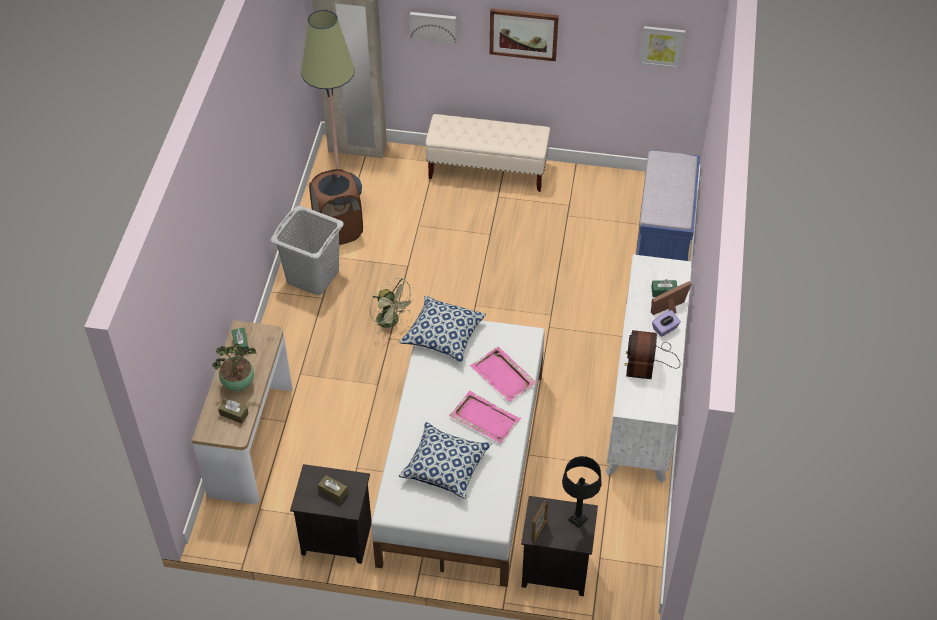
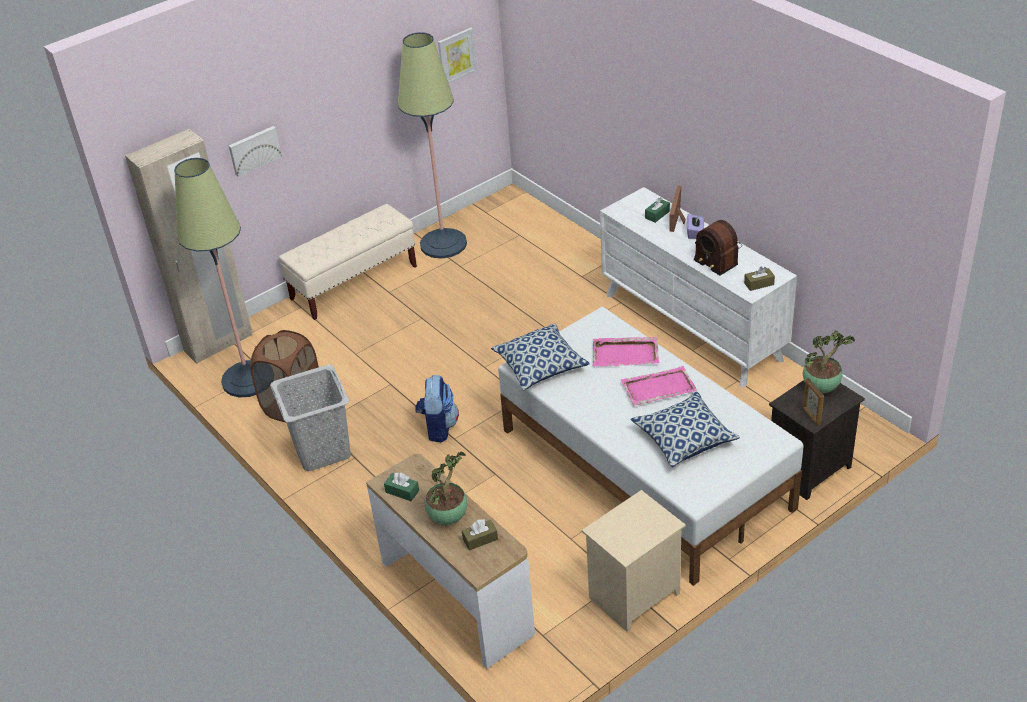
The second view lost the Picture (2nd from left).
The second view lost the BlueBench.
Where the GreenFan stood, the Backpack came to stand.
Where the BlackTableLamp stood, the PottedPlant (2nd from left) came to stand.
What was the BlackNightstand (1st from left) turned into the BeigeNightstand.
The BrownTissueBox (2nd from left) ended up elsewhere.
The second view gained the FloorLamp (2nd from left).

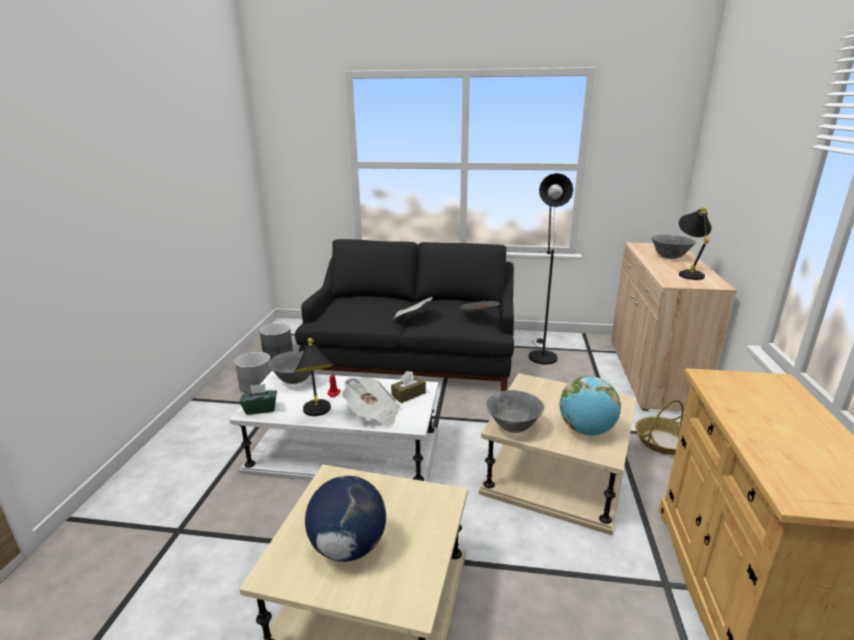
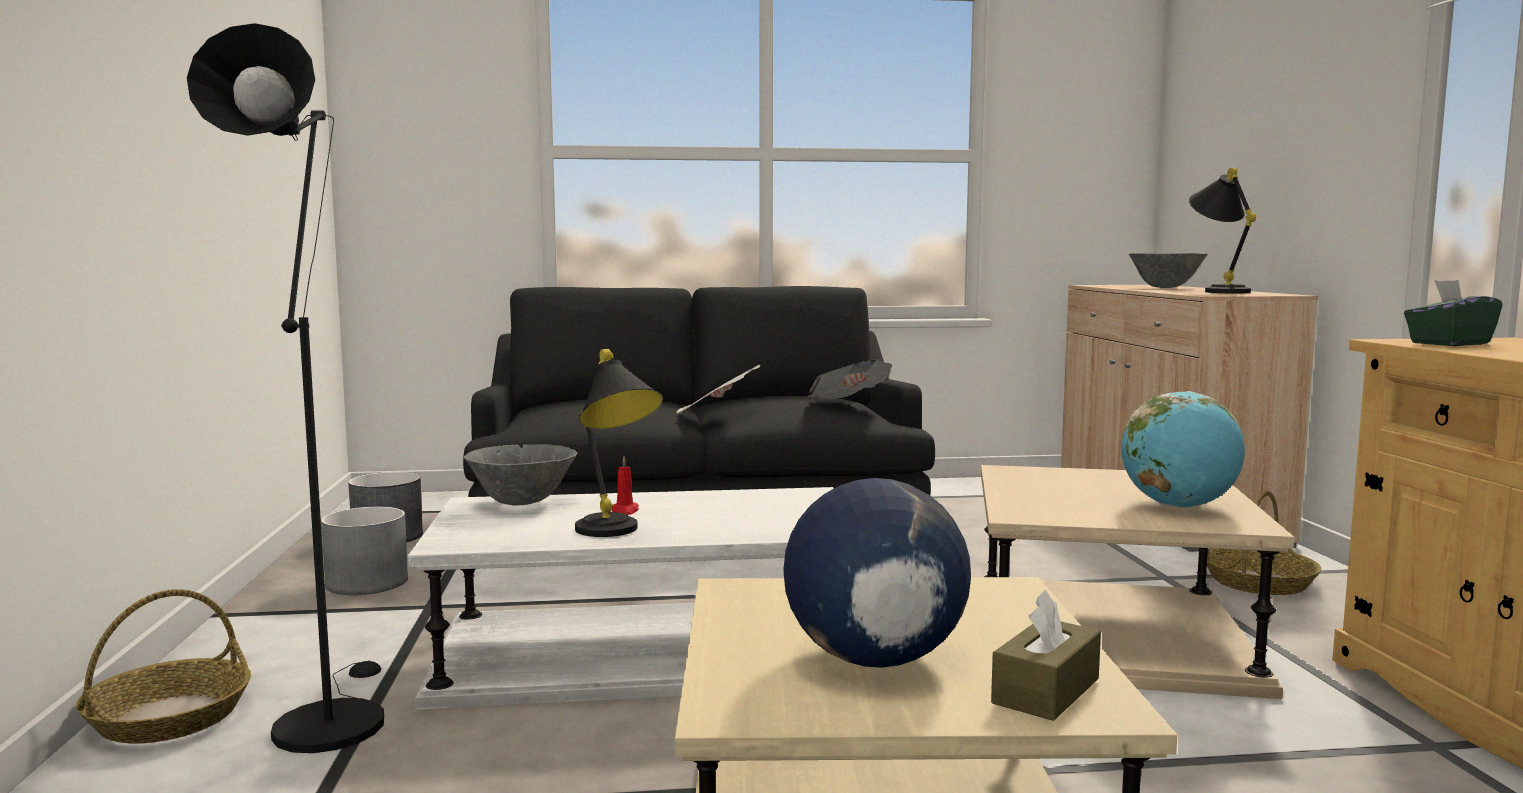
The BlackFloorLamp ended up elsewhere.
The BrownTissueBox ended up elsewhere.
The second view lost the Newspaper (1st from left).
The GreenTissueBox ended up elsewhere.
The second view lost the GreyBowl (2nd from left).
The second view gained the Basket (1st from left).

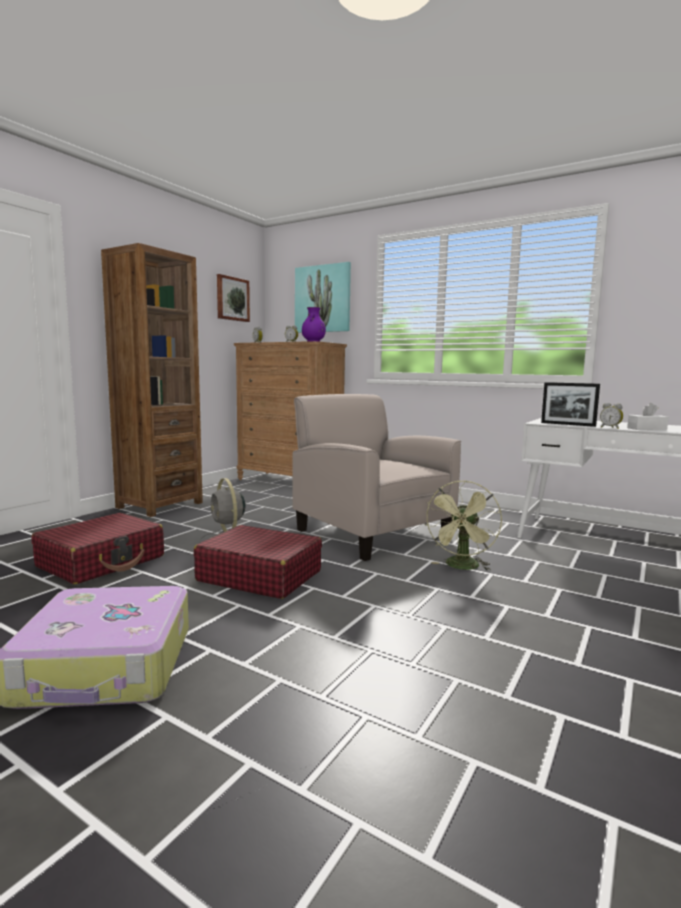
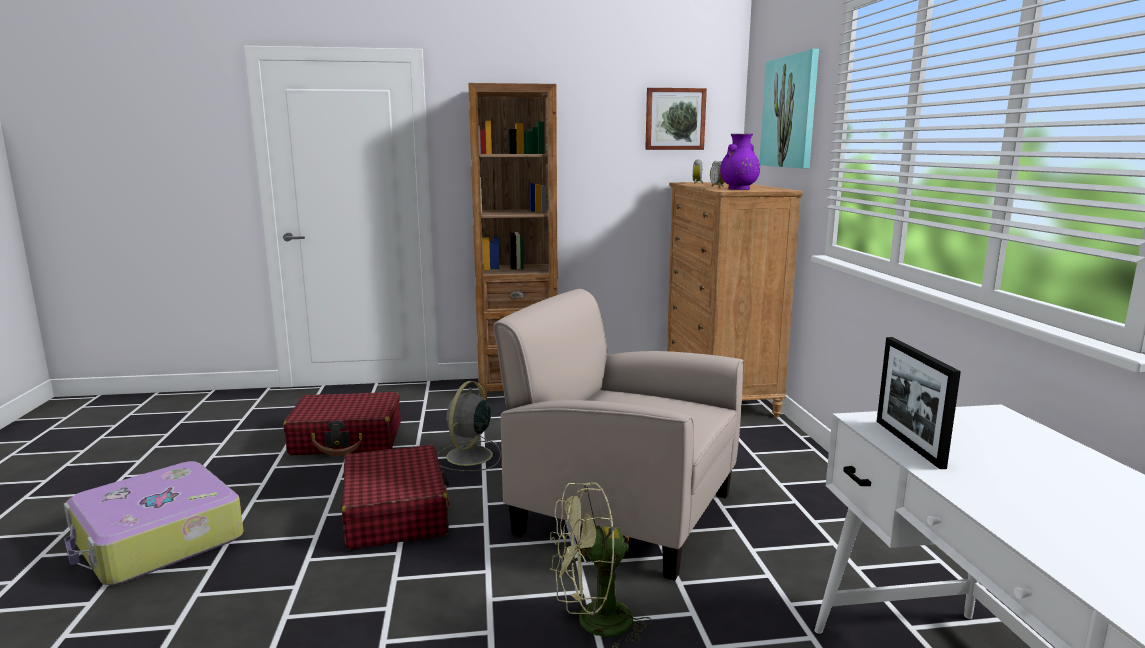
The BeigeArmchair ended up facing another way, 75 degrees counterclockwise from before.
The second view lost the AlarmClock (3rd from left).
The second view lost the WhiteTissueBox.

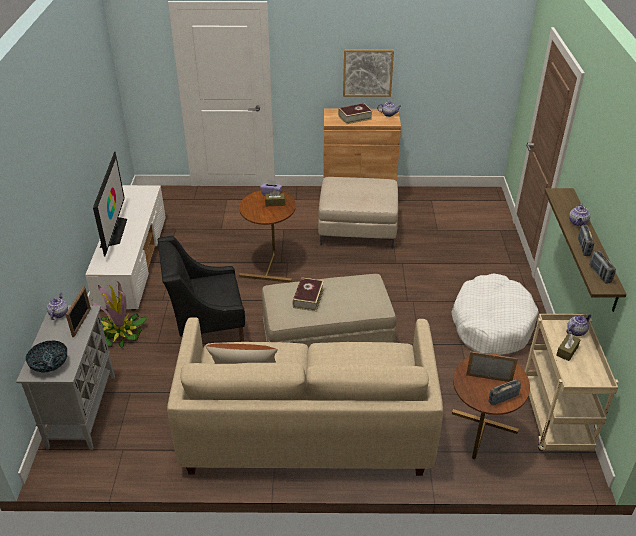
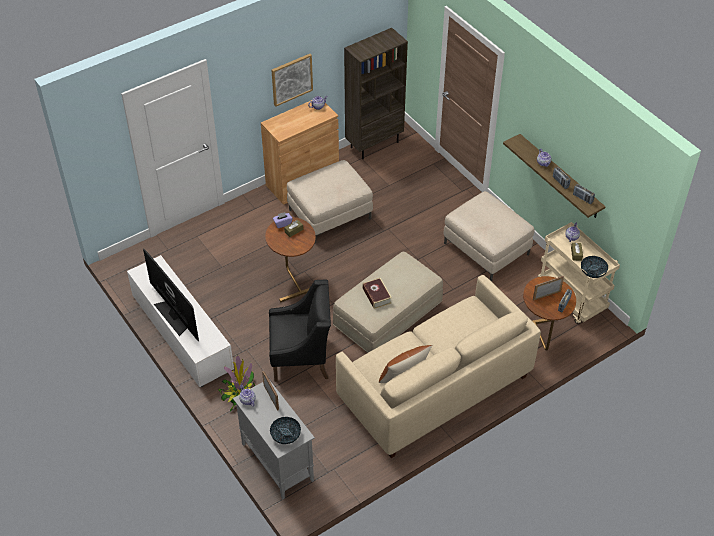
The second view lost the Book (2nd from left).
The BlackArmchair ended up facing another way, 135 degrees counterclockwise from before.
Where the WhiteDogBed stood, the BeigeOttoman (3rd from left) came to stand.
The second view gained the BrownBookcase.
The second view gained the Bowl (2nd from left).

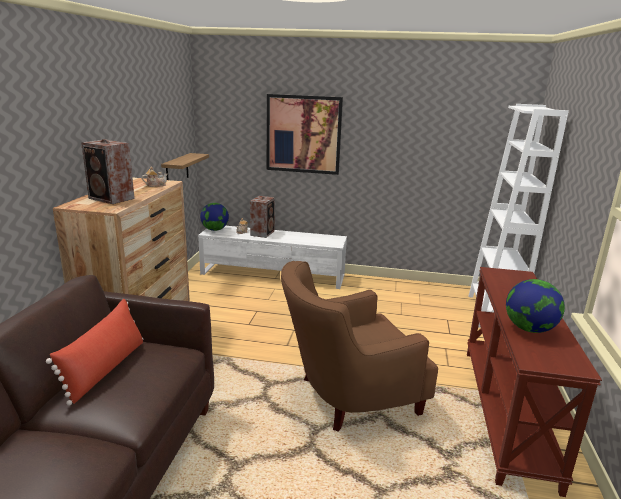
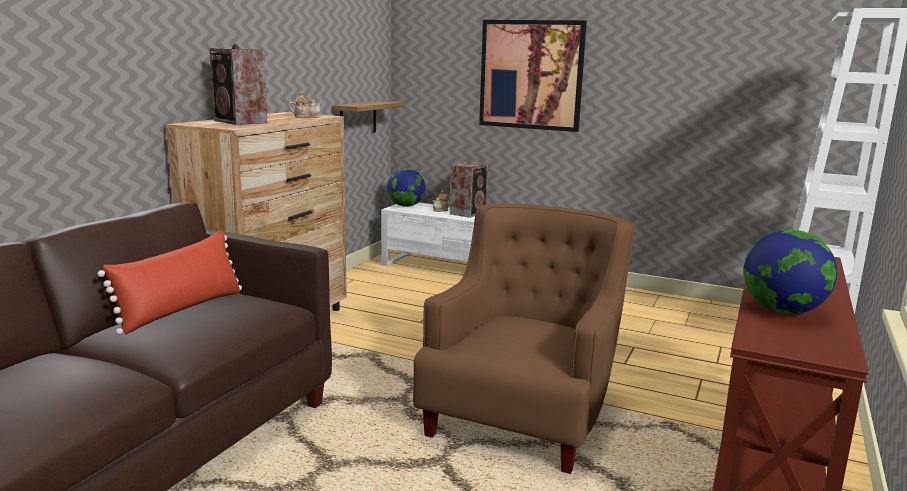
The BrownArmchair ended up facing another way, 120 degrees clockwise from before.

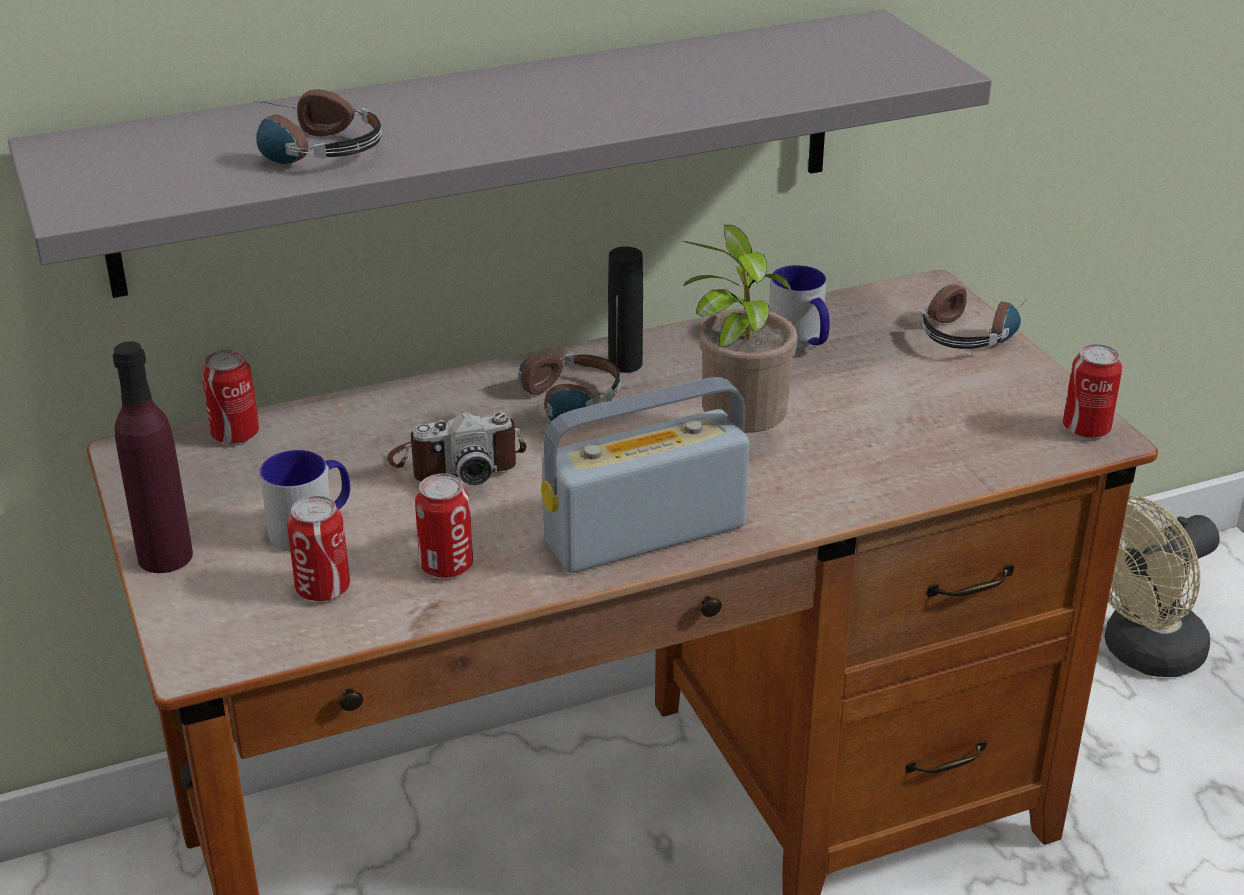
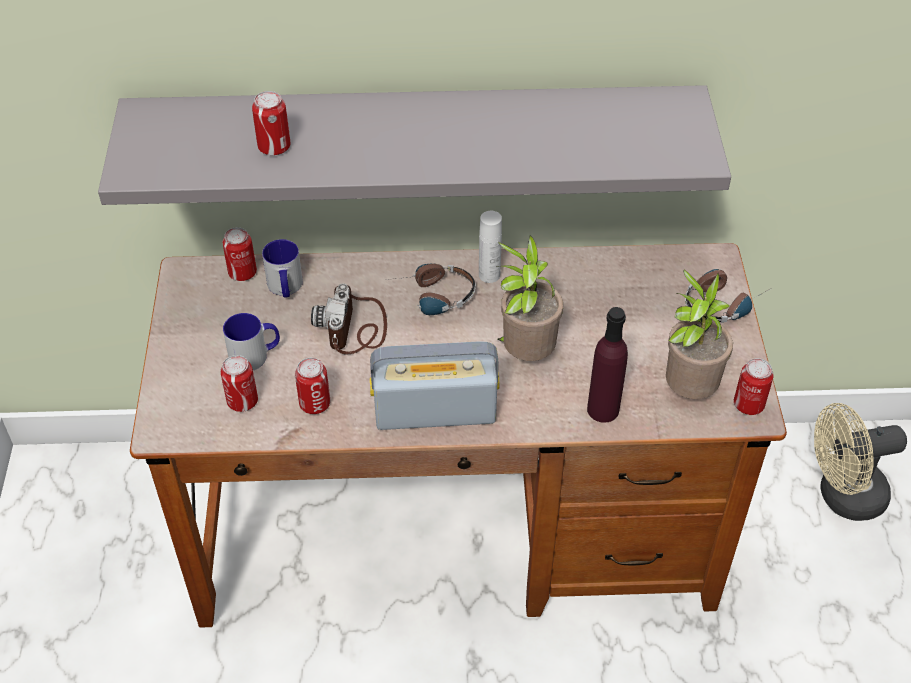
Where the Headphones (1st from left) stood, the Can (3rd from left) came to stand.
What was the BlackBottle turned into the WhiteBottle.
The Mug (2nd from left) ended up elsewhere.
The PurpleBottle ended up elsewhere.
The PhotoCamera ended up facing another way, 90 degrees clockwise from before.
The second view gained the PottedPlant (2nd from left).

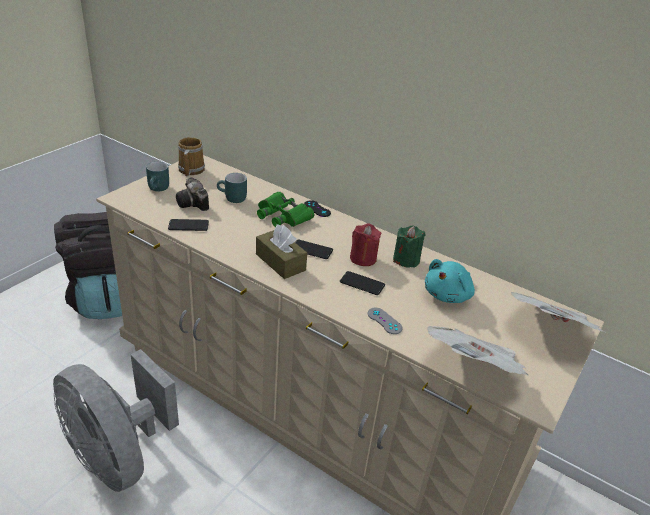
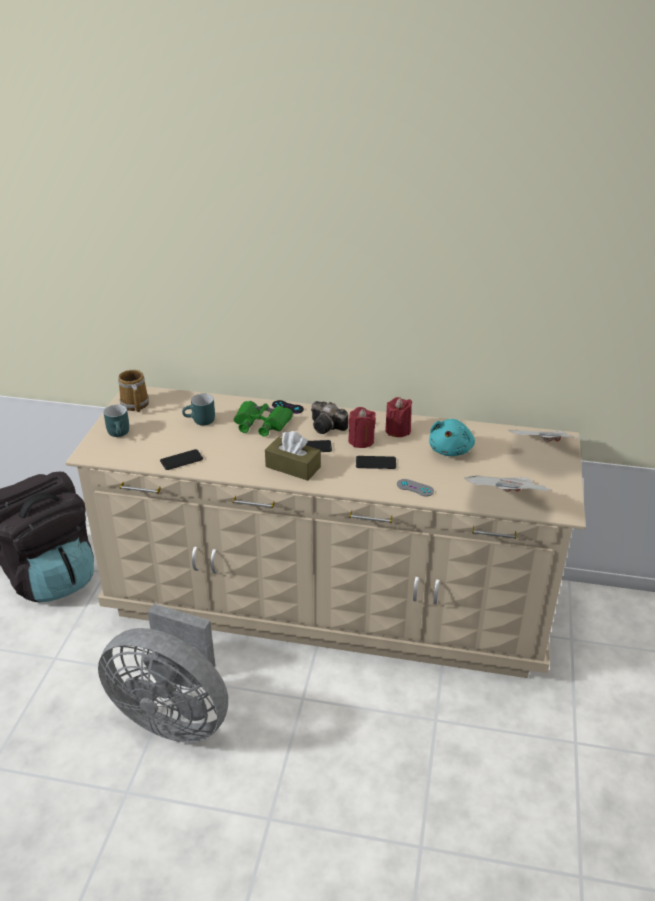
The PhotoCamera ended up elsewhere.
What was the GreenCandle turned into the RedCandle (2nd from left).

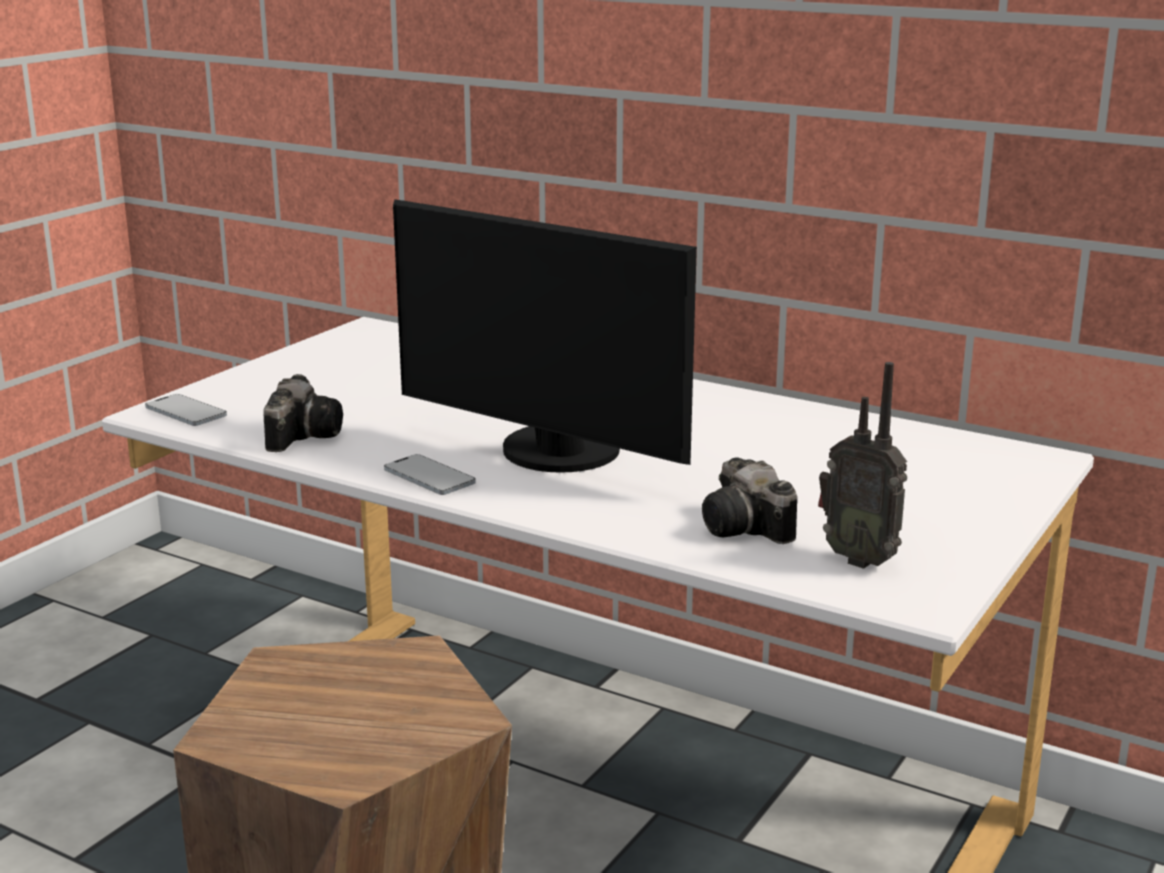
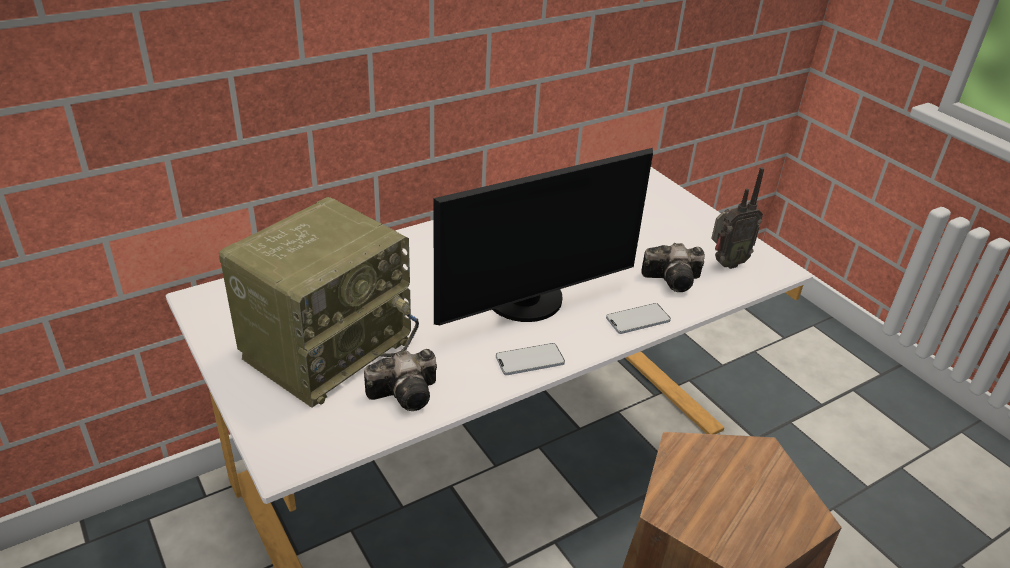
The PhotoCamera (1st from left) ended up facing another way, 120 degrees clockwise from before.
The Phone (1st from left in the first image) ended up elsewhere.
The second view gained the Radio (1st from left).

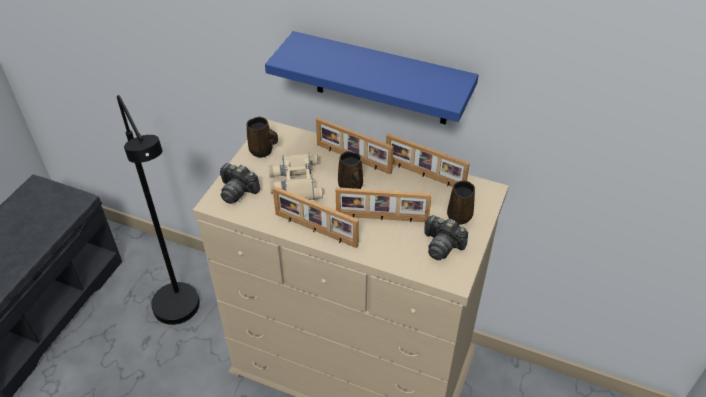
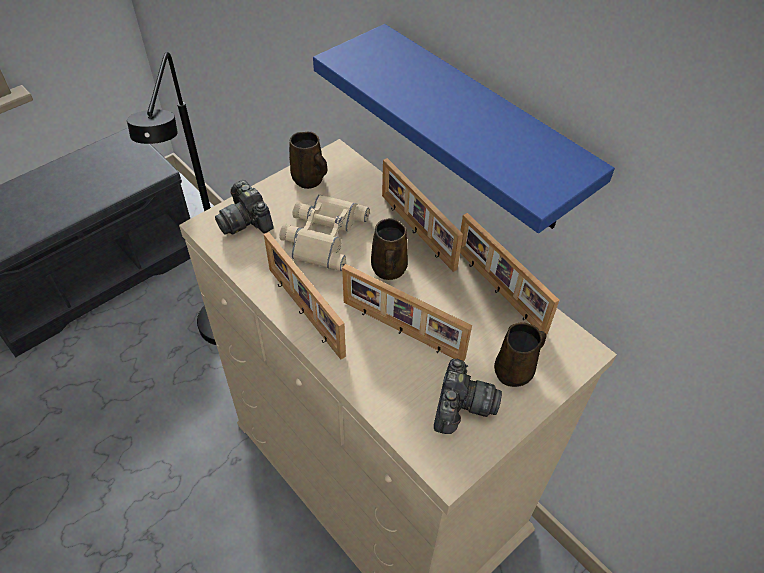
The PhotoCamera (2nd from left) ended up facing another way, 135 degrees counterclockwise from before.

